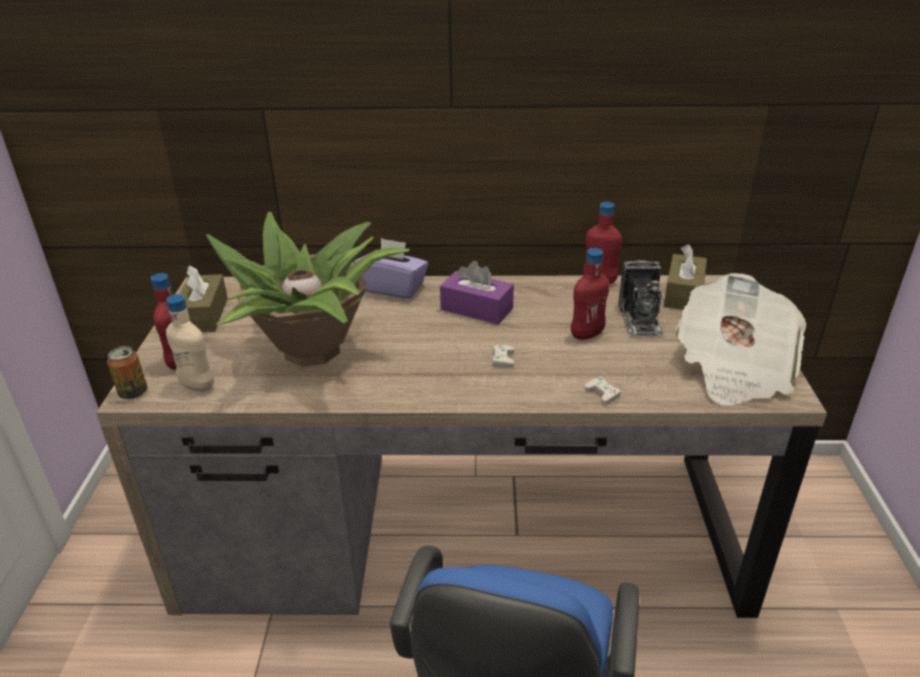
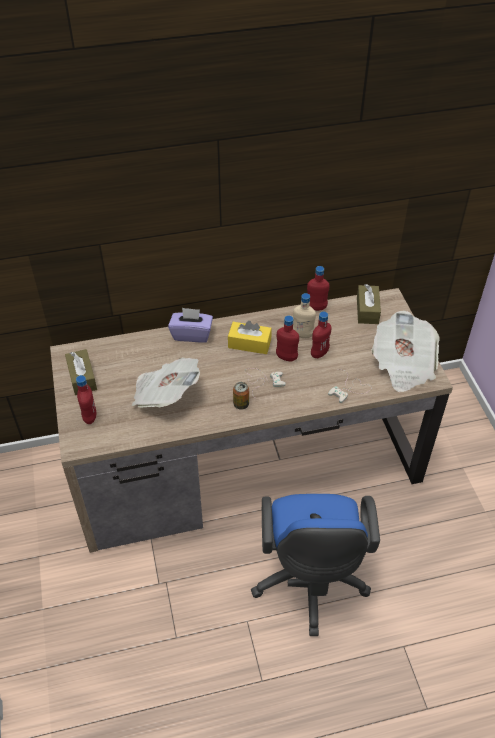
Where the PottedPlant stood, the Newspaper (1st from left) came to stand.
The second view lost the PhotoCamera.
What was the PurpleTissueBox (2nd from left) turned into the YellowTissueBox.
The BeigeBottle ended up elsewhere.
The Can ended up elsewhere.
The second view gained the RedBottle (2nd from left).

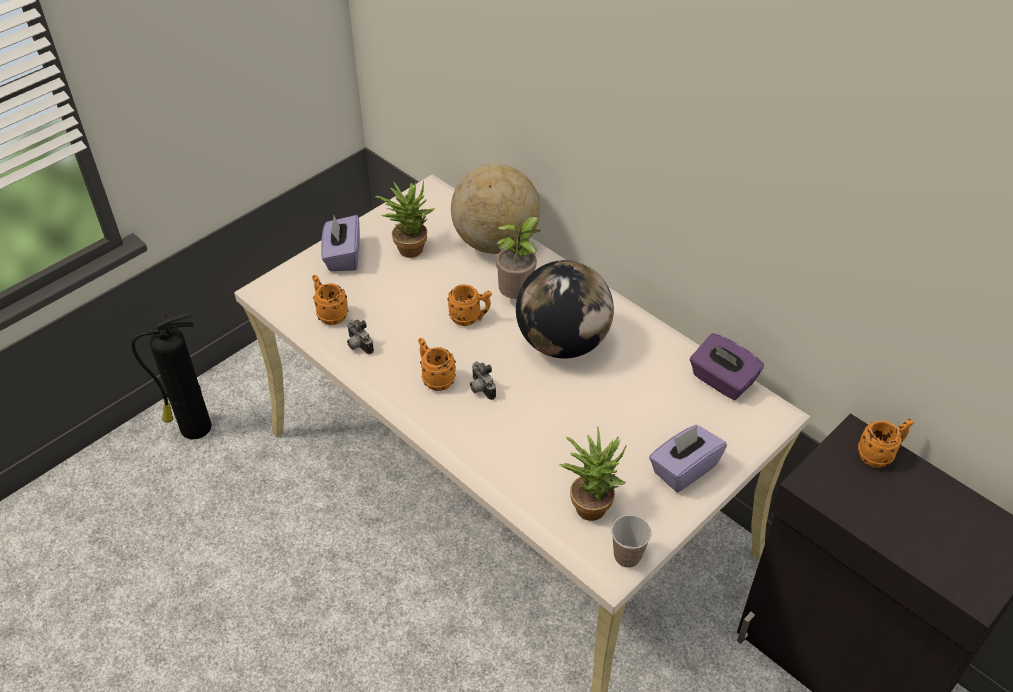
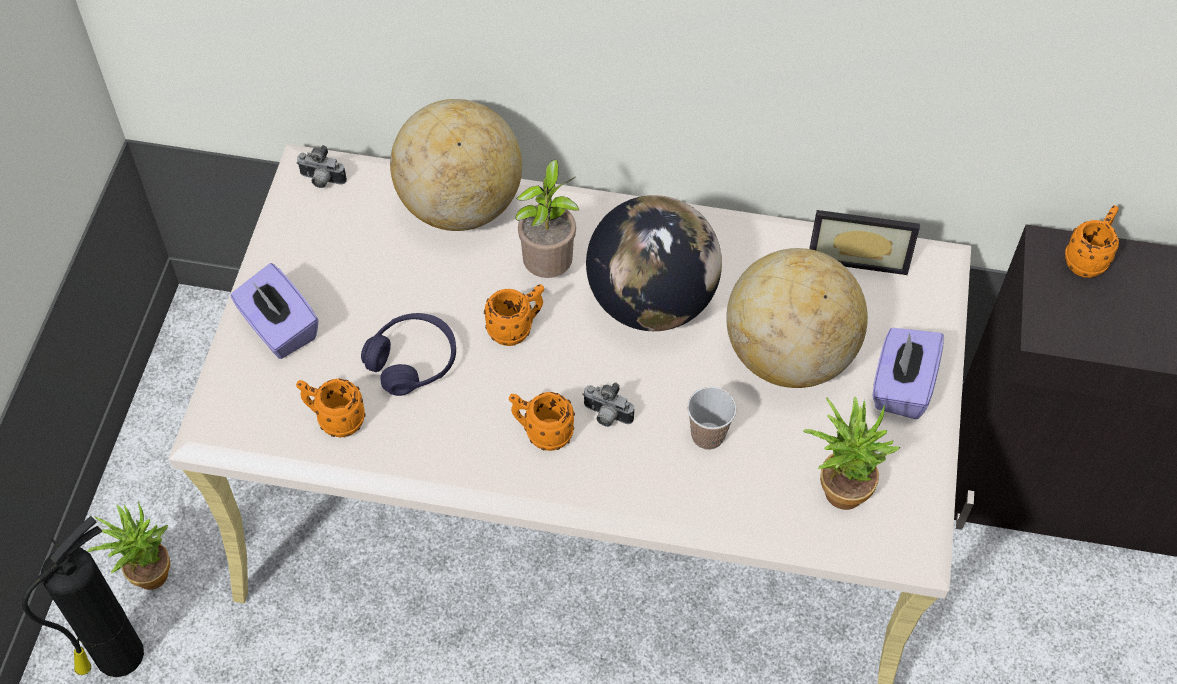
The PottedPlant (1st from left) ended up elsewhere.
The PhotoCamera (1st from left) ended up elsewhere.
Where the PurpleTissueBox (3rd from left) stood, the PictureFrame came to stand.
The Cup ended up elsewhere.
The second view gained the Globe (3rd from left).
The second view gained the PurpleHeadphones.

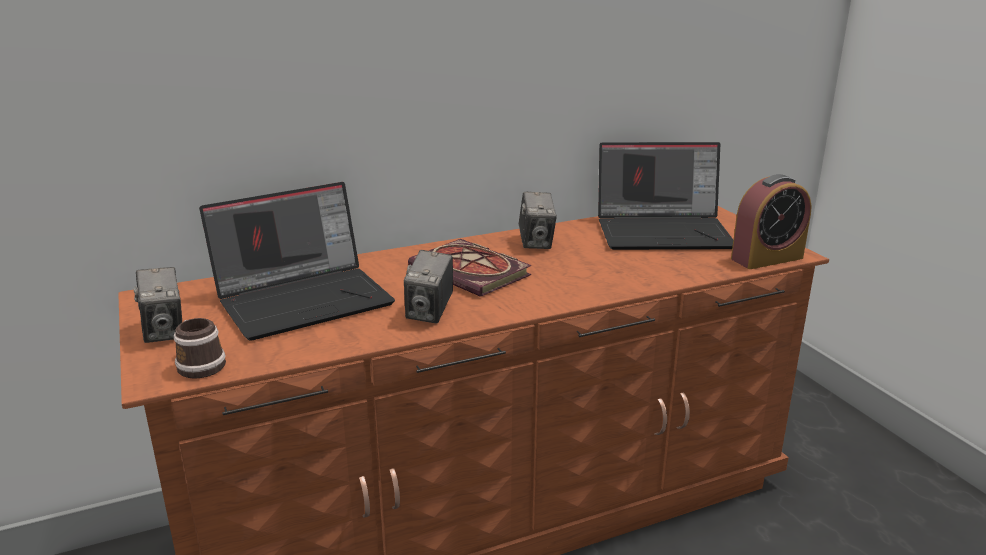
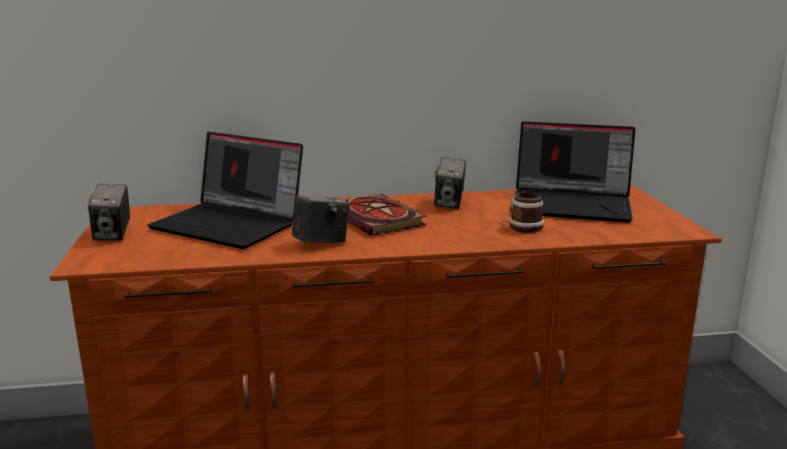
The second view lost the AlarmClock.
The Laptop (1st from left) ended up facing another way, 45 degrees clockwise from before.
The PhotoCamera (2nd from left) ended up facing another way, 150 degrees counterclockwise from before.
The Mug ended up elsewhere.

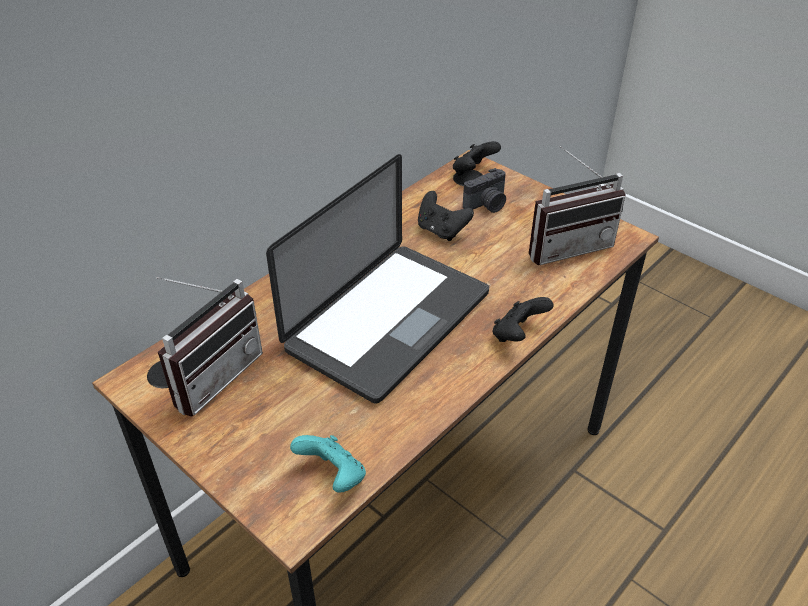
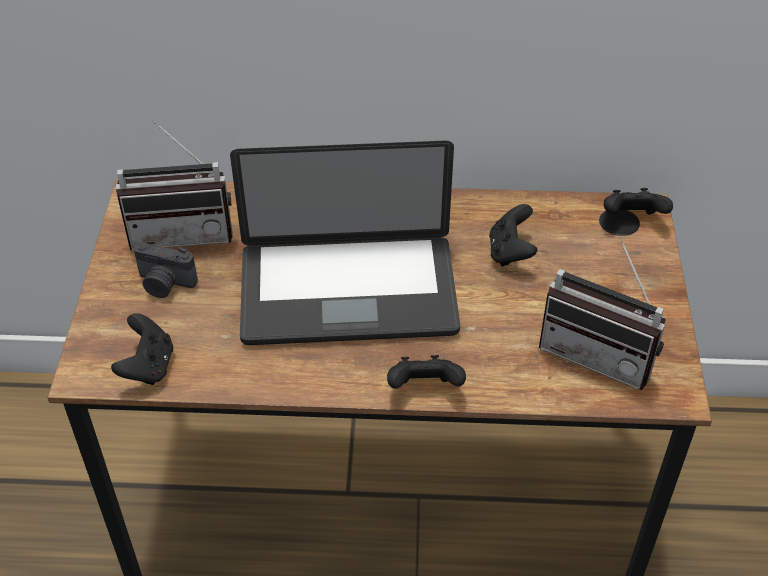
The PhotoCamera ended up elsewhere.
What was the TurquoiseGameController turned into the BlackGameController (1st from left).

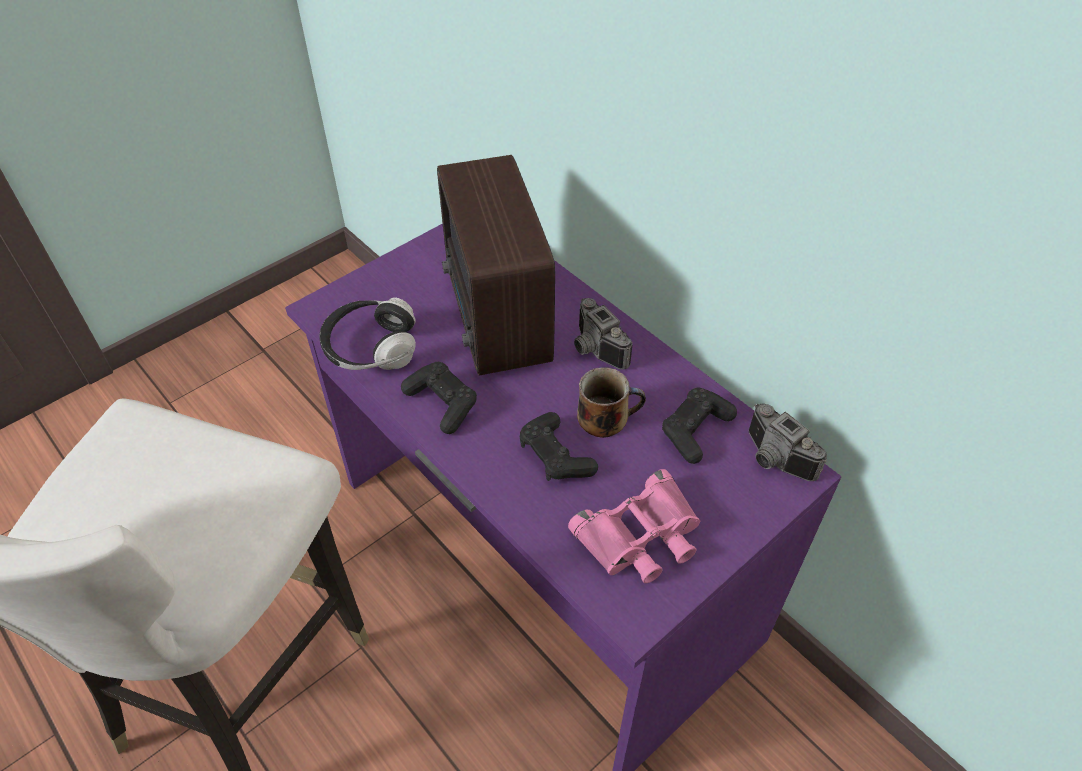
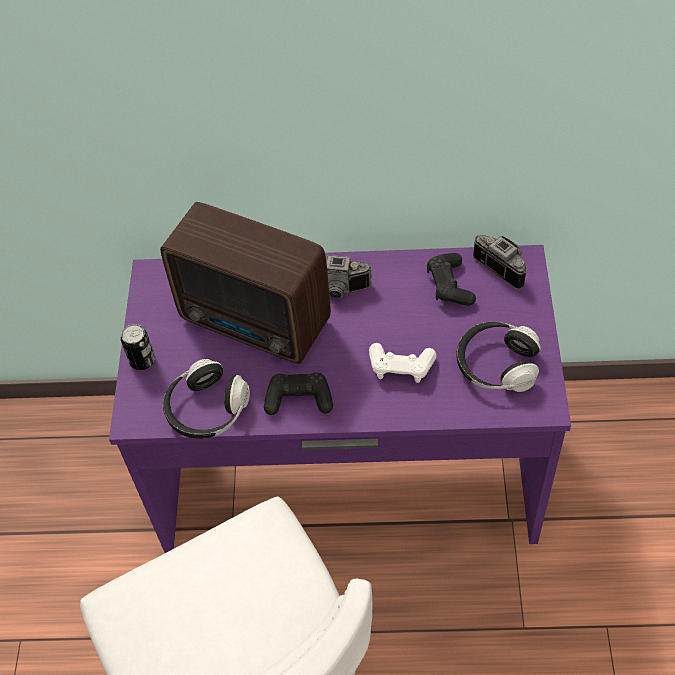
The second view lost the Mug.
The PhotoCamera (2nd from left) ended up facing another way, 135 degrees counterclockwise from before.
What was the BlackGameController (2nd from left) turned into the WhiteGameController.
Where the PinkBinoculars stood, the Headphones (2nd from left) came to stand.
The second view gained the Can.

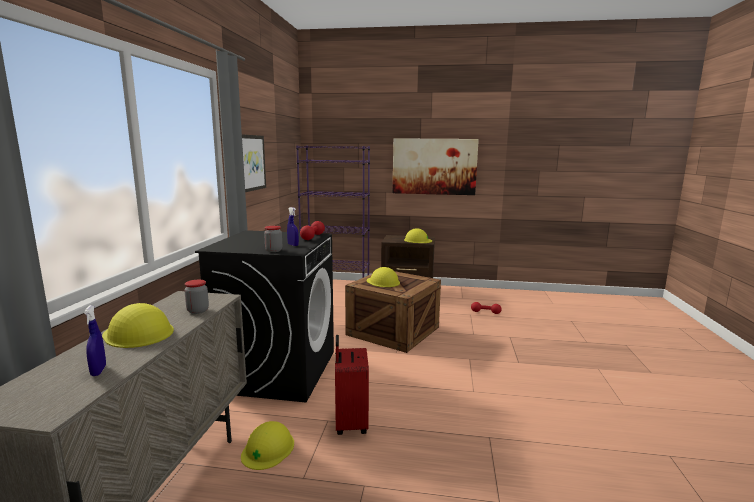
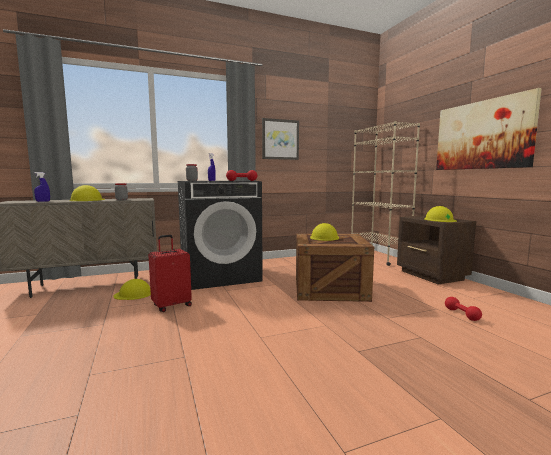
What was the PurpleBookcase turned into the BeigeBookcase.

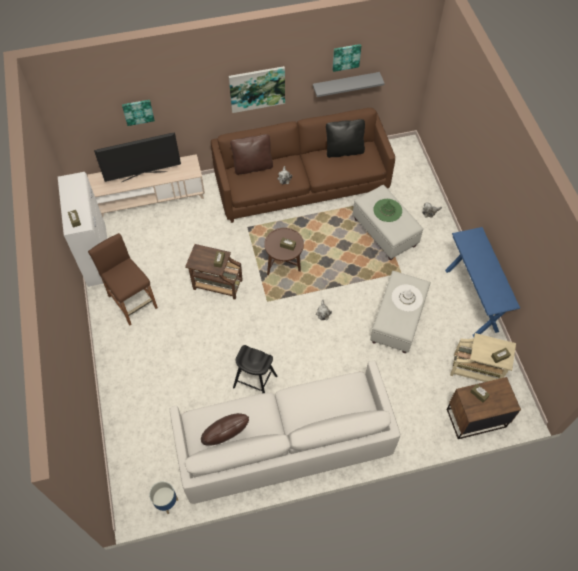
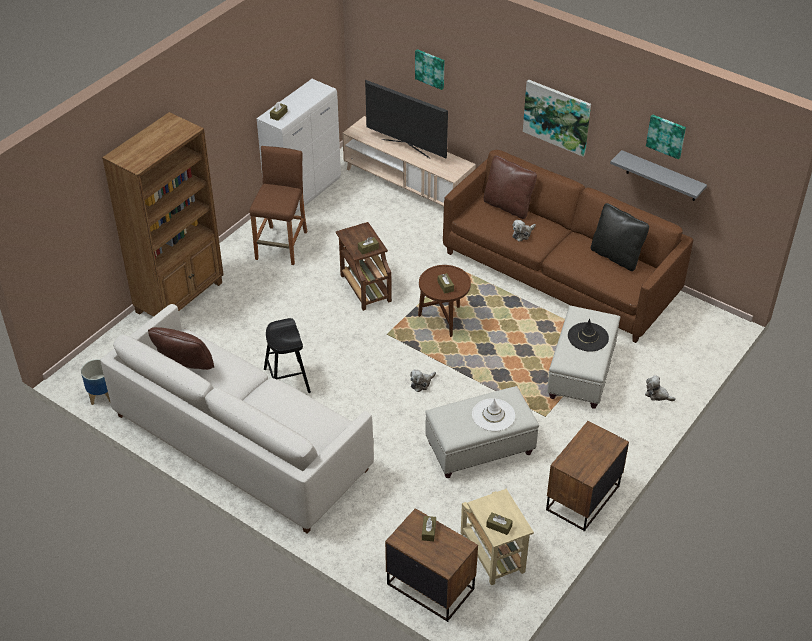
What was the GreenHat turned into the BlackHat.
Where the BlueConsoleTable stood, the BrownNightstand (2nd from left) came to stand.
The second view gained the BrownBookcase.

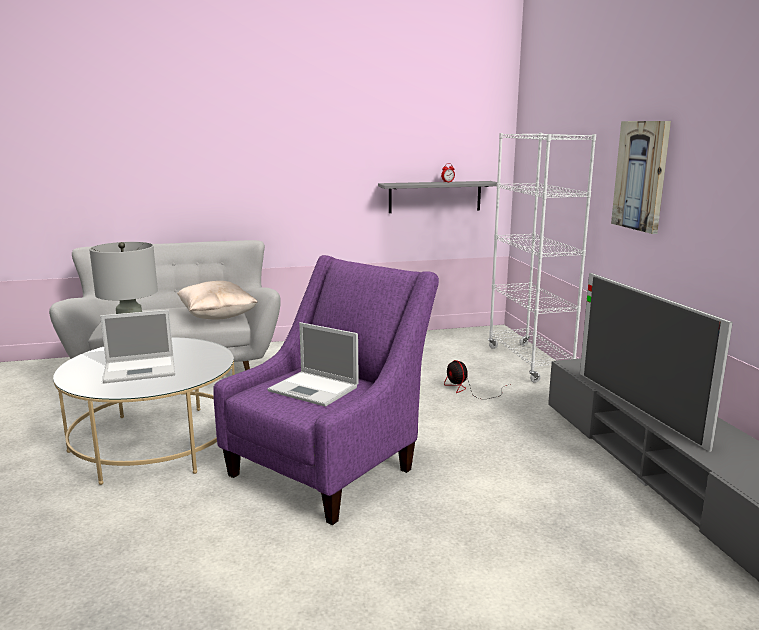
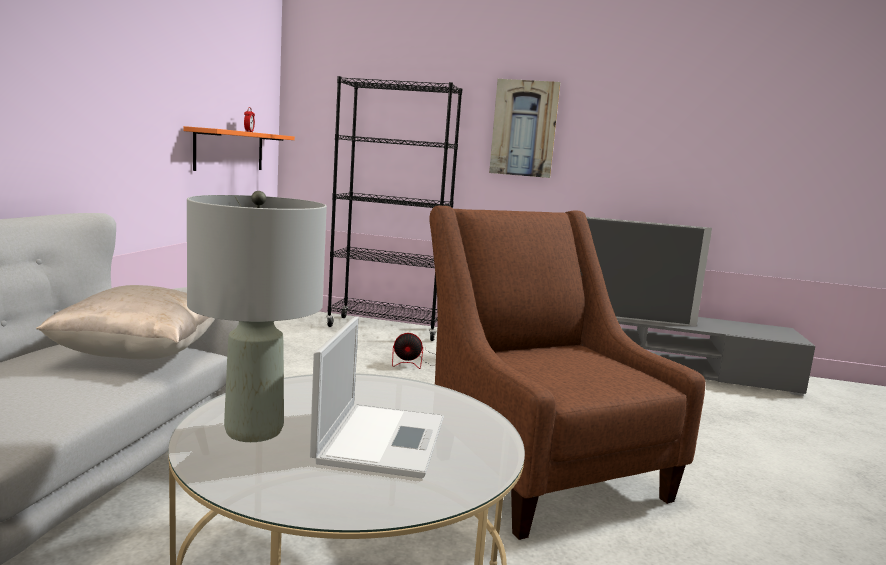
What was the WhiteBookcase turned into the BlackBookcase.
What was the GreyShelf turned into the OrangeShelf.
What was the PurpleArmchair turned into the BrownArmchair.
The second view lost the Laptop (2nd from left).

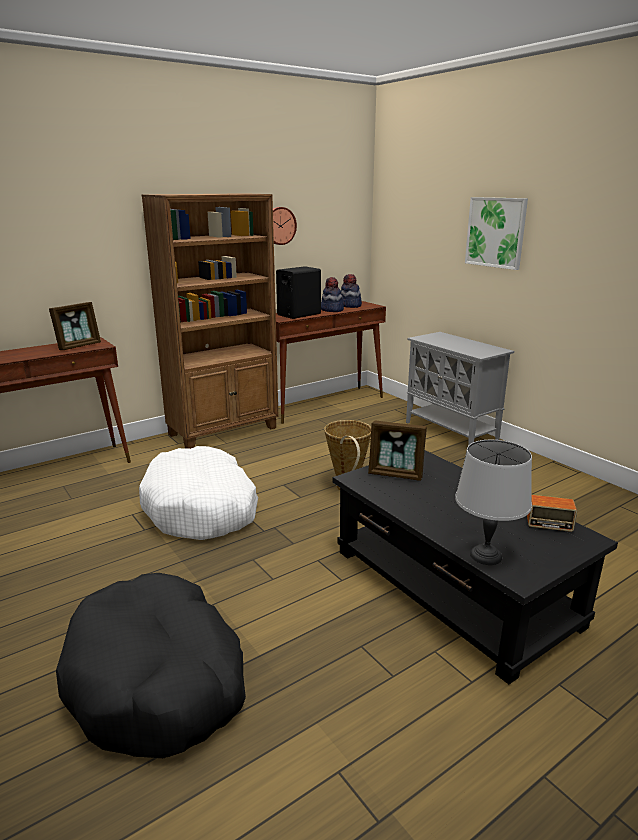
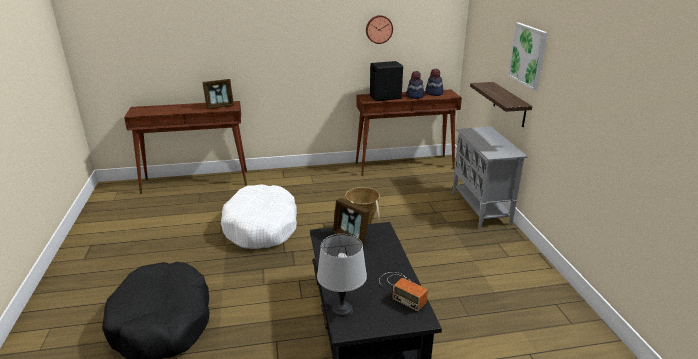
The second view lost the BrownBookcase.
The second view gained the Shelf.

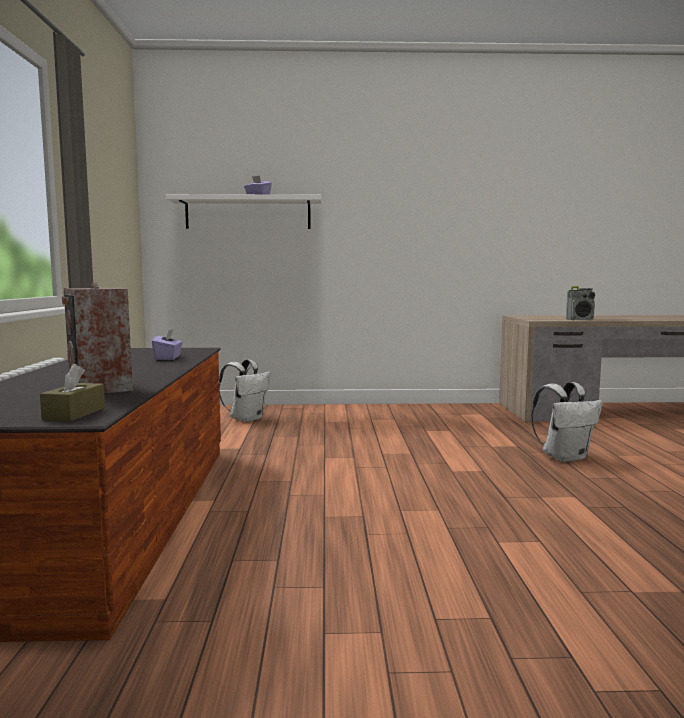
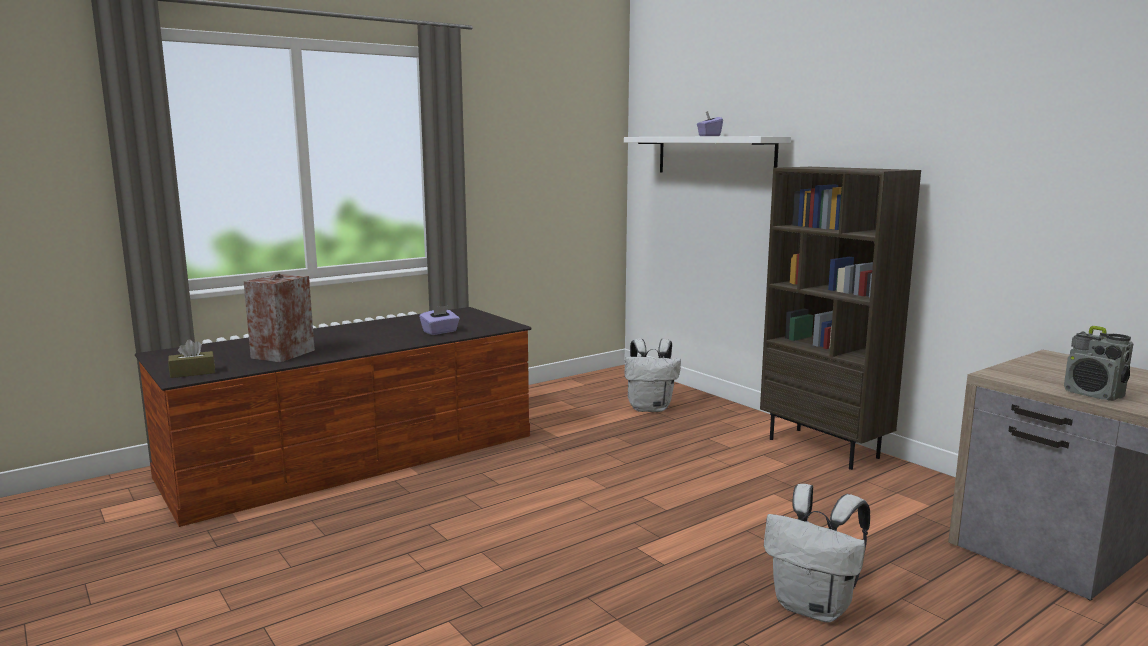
The second view gained the BrownBookcase.

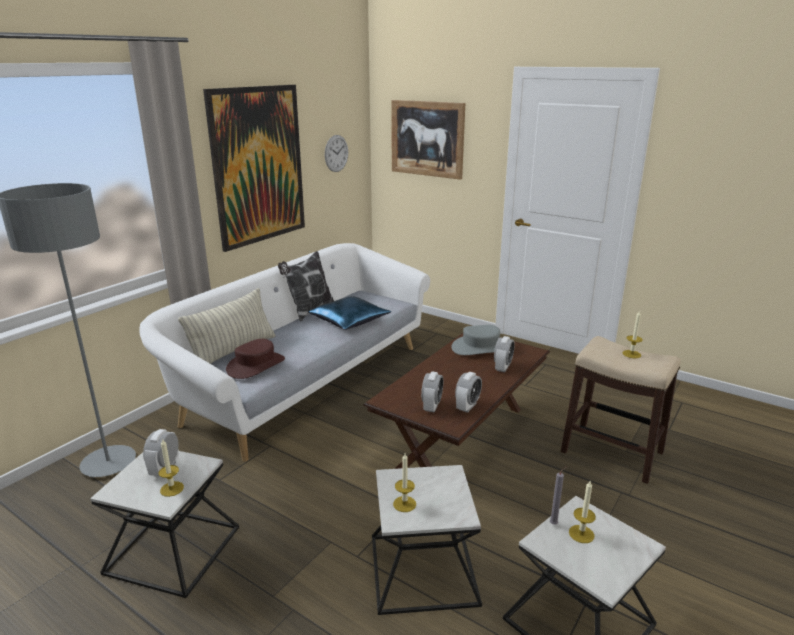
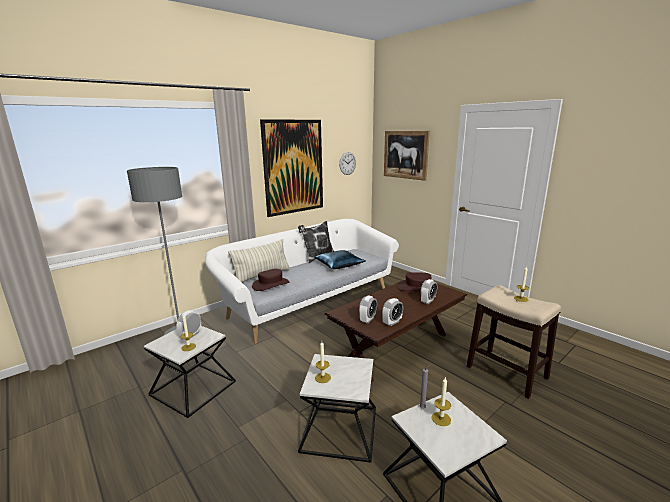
What was the GreyHat turned into the BrownHat (2nd from left).

